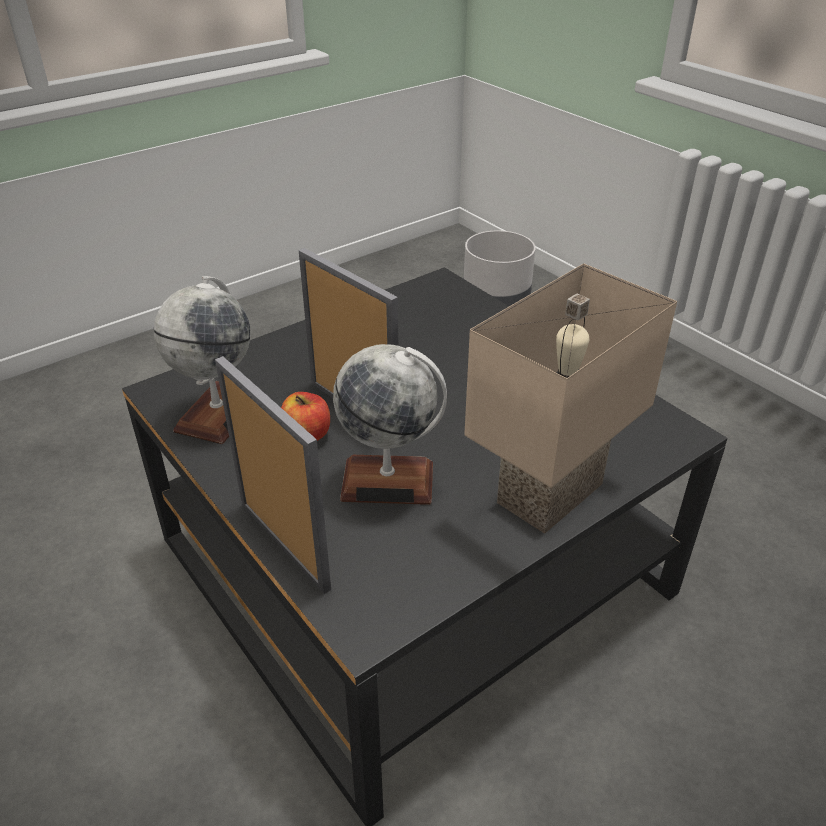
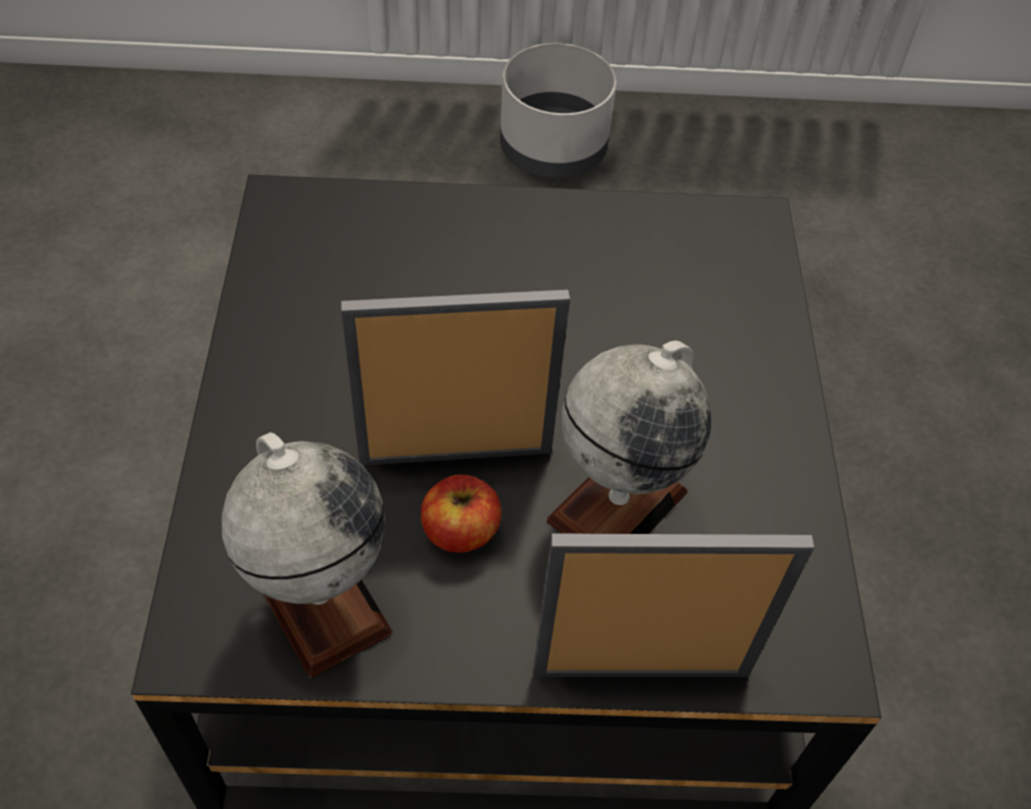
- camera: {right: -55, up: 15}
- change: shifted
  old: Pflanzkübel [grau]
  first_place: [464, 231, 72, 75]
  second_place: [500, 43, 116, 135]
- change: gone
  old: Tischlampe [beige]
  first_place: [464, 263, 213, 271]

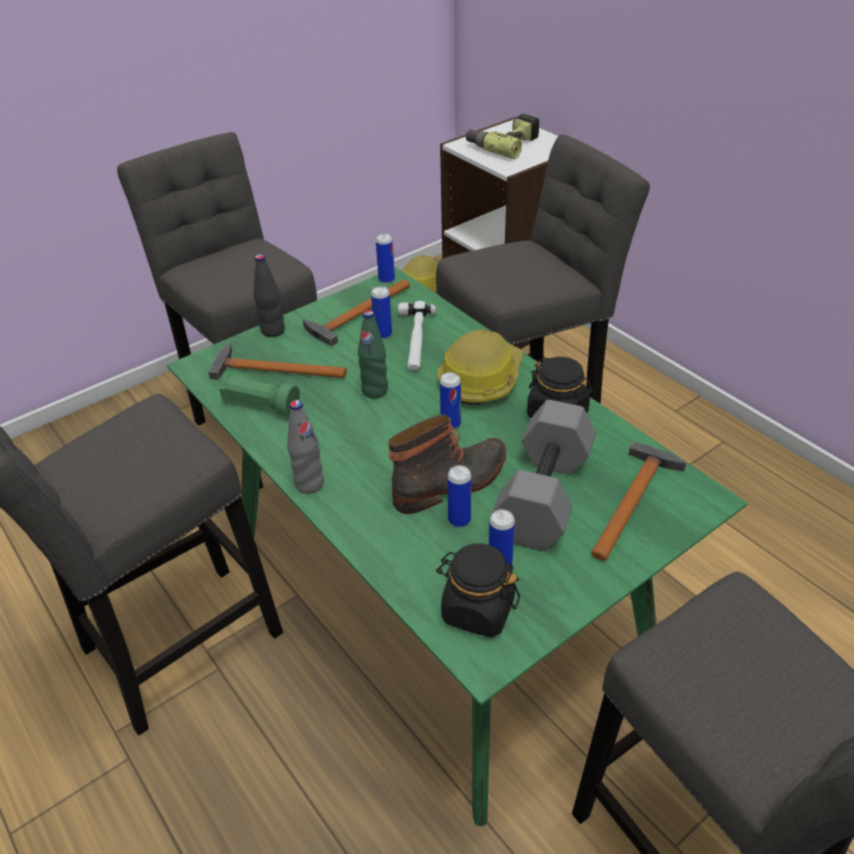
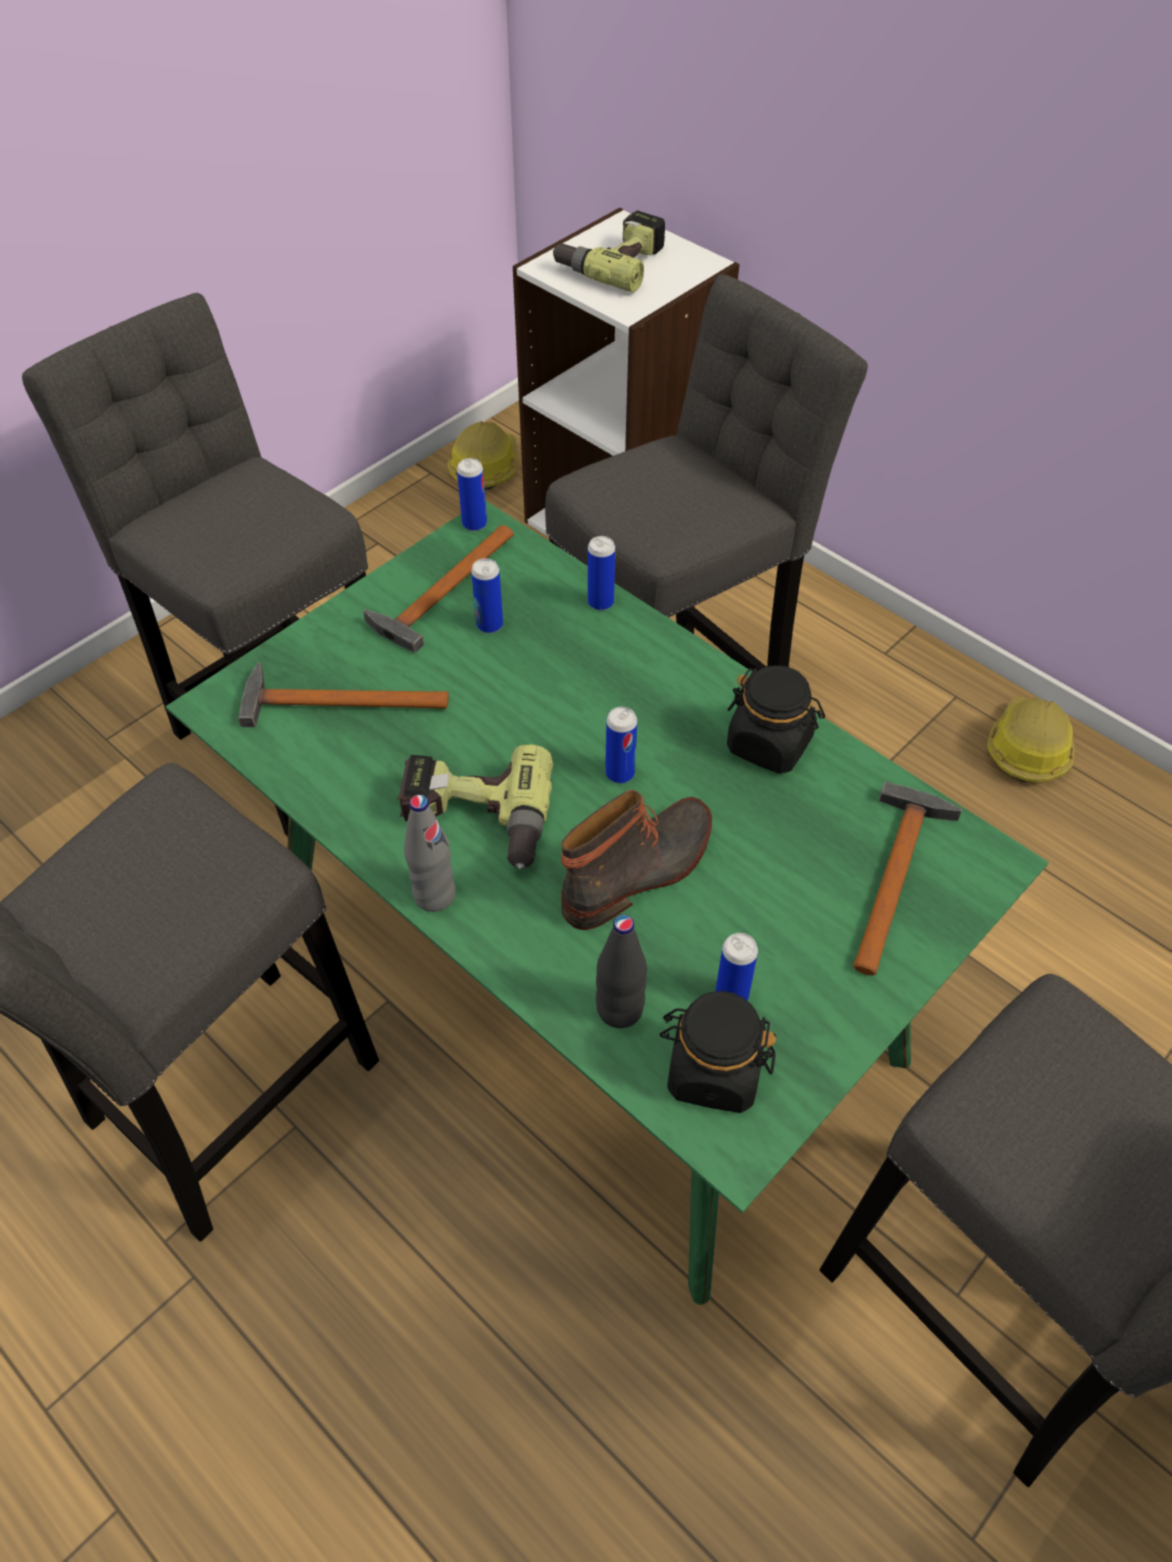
- camera: {right: -10, up: 10}
- change: gone
  old: Taschenlampe [grün]
  first_place: [219, 375, 81, 42]
- change: shifted
  old: Flasche [schwarz]
  first_place: [254, 254, 31, 83]
  second_place: [596, 915, 51, 113]
- change: gone
  old: Flasche [grün]
  first_place: [358, 310, 30, 89]
- change: gone
  old: Hammer
  first_place: [398, 301, 38, 70]
- change: shifted
  old: Schutzhelm
  first_place: [438, 329, 85, 76]
  second_place: [987, 697, 88, 85]
- change: shifted
  old: Dose
  first_place: [447, 465, 24, 62]
  second_place: [588, 536, 27, 75]
- change: gone
  old: Hantel [grau]
  first_place: [491, 400, 105, 151]
- change: new
  new: Bohrmaschine
  second_place: [397, 744, 156, 125]

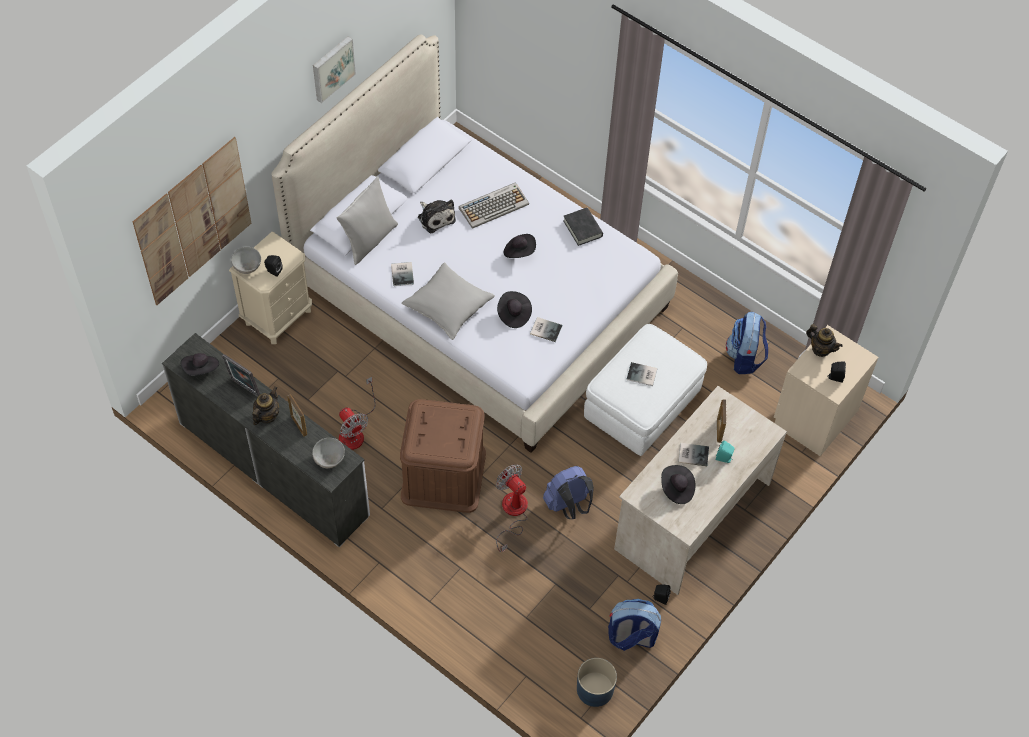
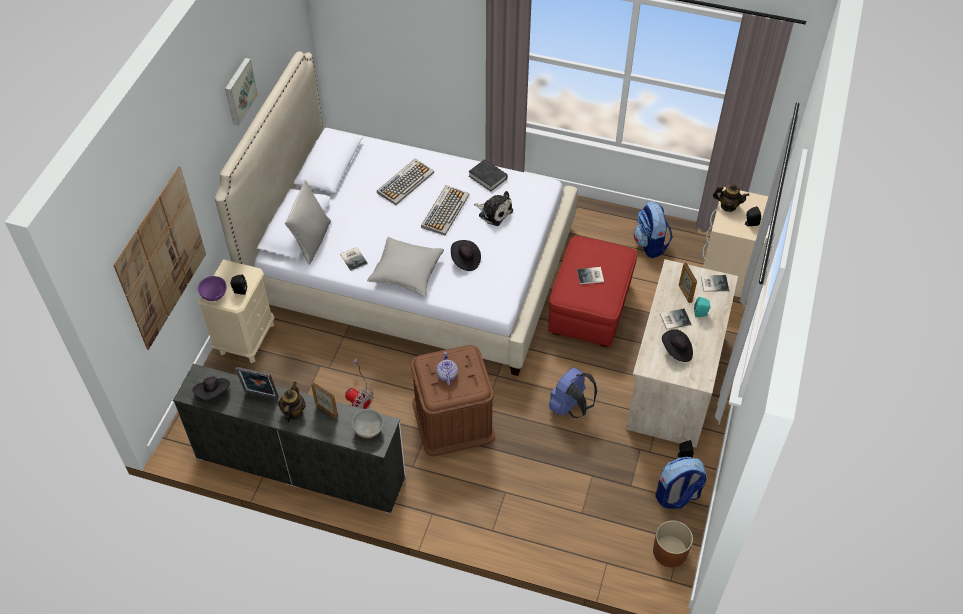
- camera: {right: -20, up: -5}
- change: repainted
  old: Schüssel [grau]
  new: Schüssel [lila]
  first_place: [231, 247, 30, 27]
  second_place: [198, 276, 29, 25]
- change: shifted
  old: Plüschtier
  first_place: [418, 200, 38, 33]
  second_place: [474, 191, 39, 35]
- change: gone
  old: Ventilator
  first_place: [496, 464, 32, 88]
- change: swapped
  old: Hut [schwarz]
  new: Tastatur
  first_place: [504, 234, 32, 24]
  second_place: [421, 185, 48, 50]
- change: shifted
  old: Buch
  first_place: [530, 317, 33, 25]
  second_place: [701, 275, 28, 17]
- change: repainted
  old: Pflanzkübel [blau]
  new: Pflanzkübel [braun]
  first_place: [577, 658, 40, 49]
  second_place: [653, 520, 40, 47]
- change: repainted
  old: Polsterhocker [weiß]
  new: Polsterhocker [rot]
  first_place: [584, 324, 123, 132]
  second_place: [548, 236, 89, 111]
- change: new
  new: Teekanne
  second_place: [436, 352, 22, 33]

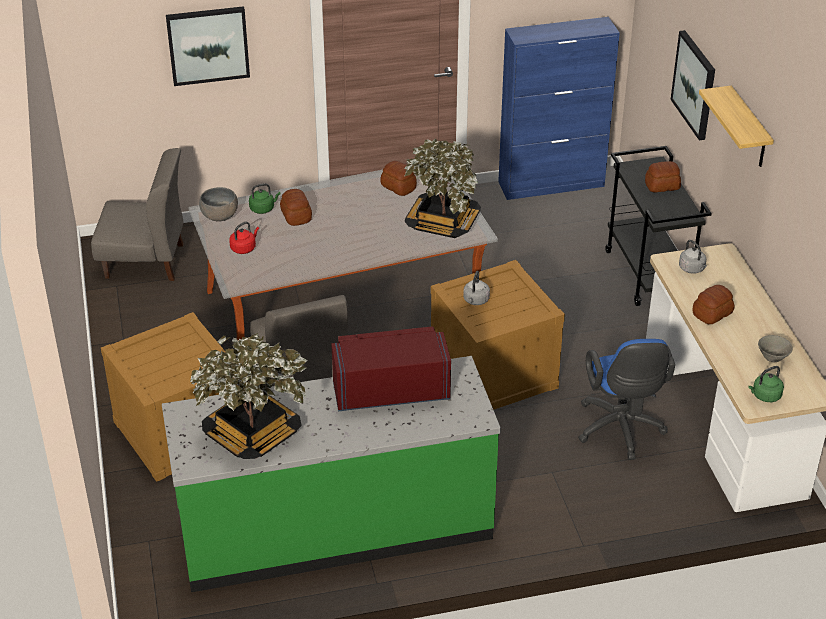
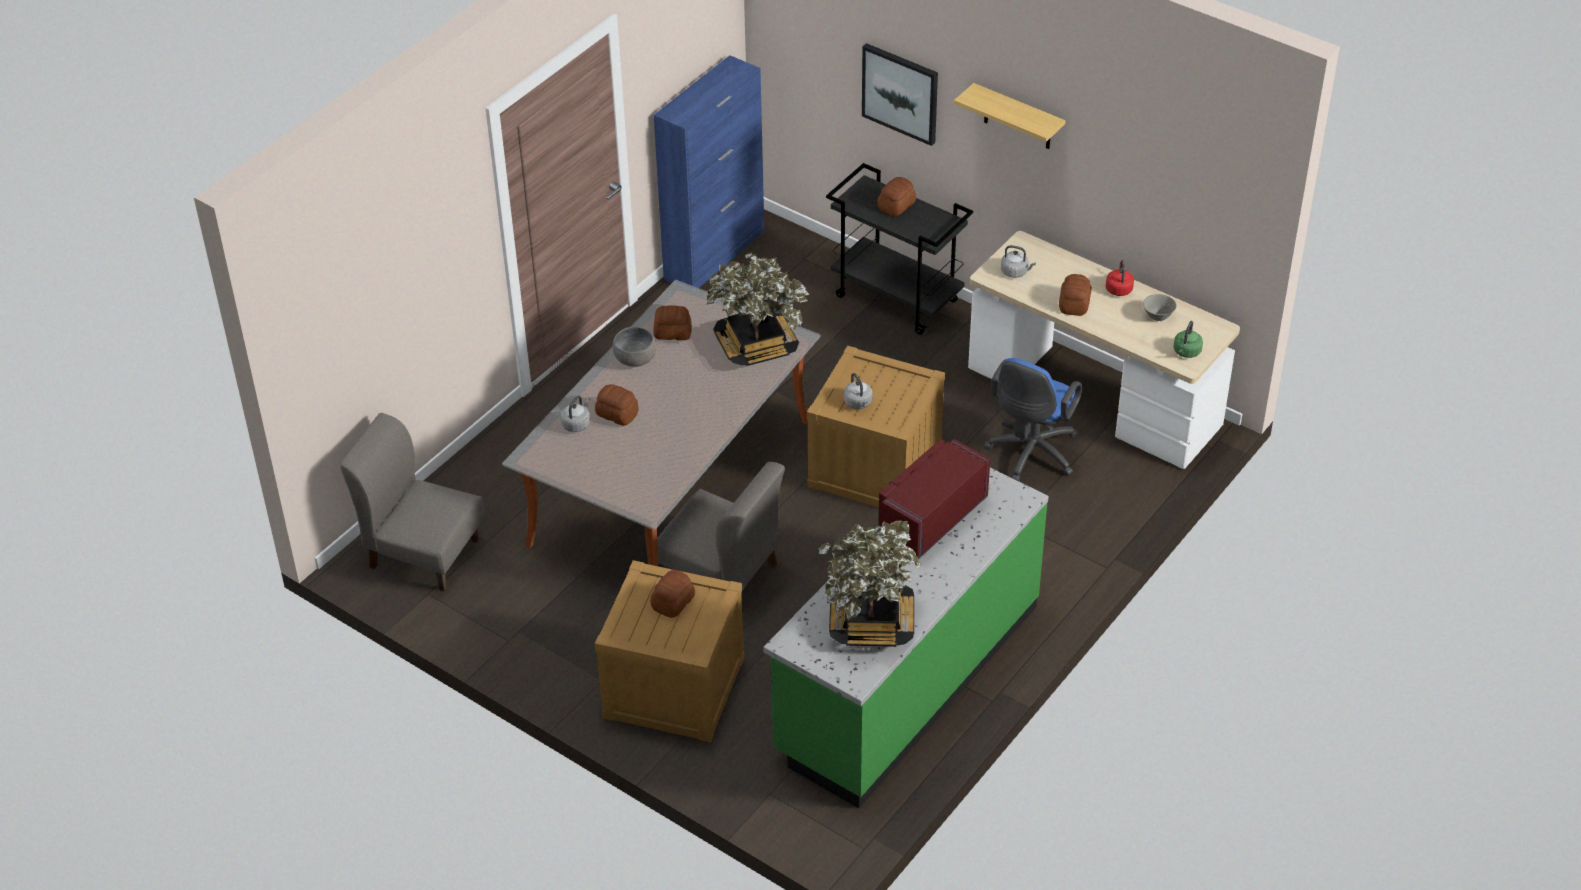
- camera: {right: -40, up: 5}
- change: rotated
  old: Stuhl [grau]
  first_place: [91, 148, 93, 133]
  second_place: [340, 413, 145, 178]
  degrees: -120
- change: gone
  old: Bild
  first_place: [166, 6, 84, 80]
- change: shifted
  old: Schüssel [grau]
  first_place: [199, 187, 39, 34]
  second_place: [612, 327, 44, 40]
- change: shifted
  old: Wasserkessel [rot]
  first_place: [229, 222, 30, 32]
  second_place: [1106, 260, 28, 36]
- change: repainted
  old: Wasserkessel [grün]
  new: Wasserkessel [grau]
  first_place: [249, 183, 32, 31]
  second_place: [561, 396, 29, 36]
- change: rotated
  old: Bürostuhl [blau]
  first_place: [578, 339, 97, 121]
  second_place: [984, 358, 98, 123]
  degrees: 75
- change: new
  new: Brot
  second_place: [650, 570, 45, 48]

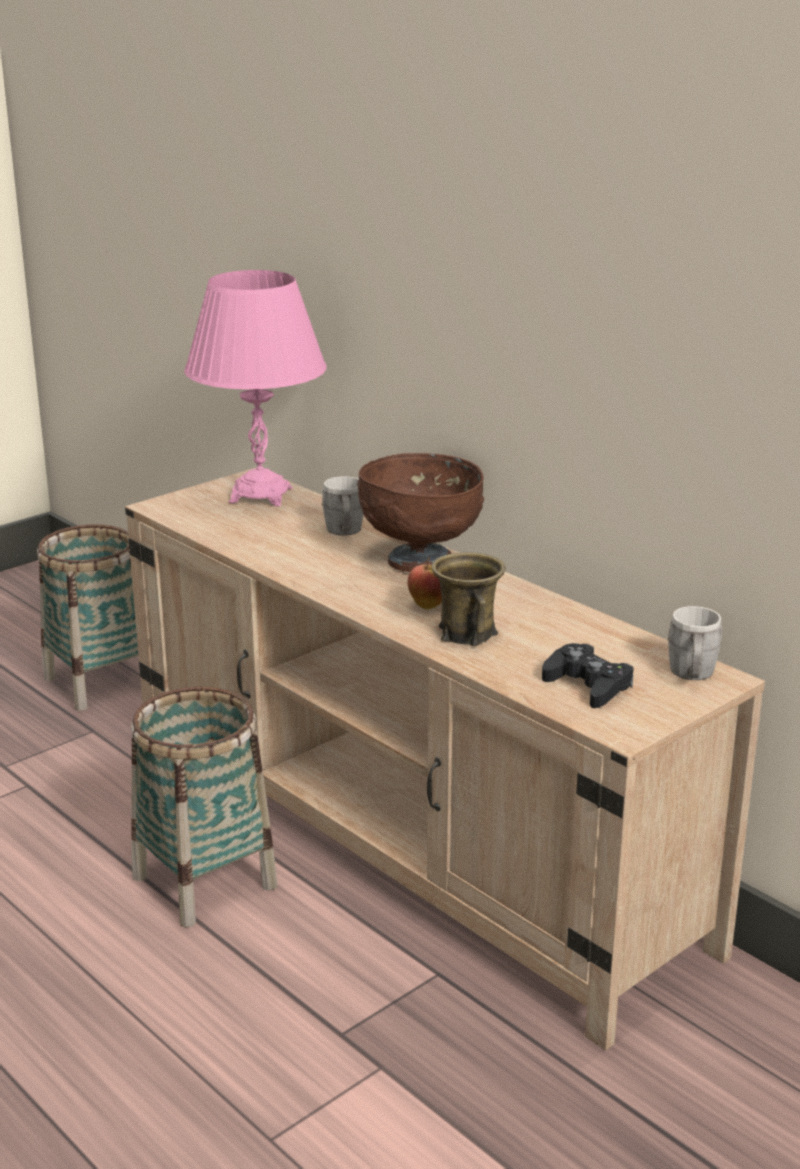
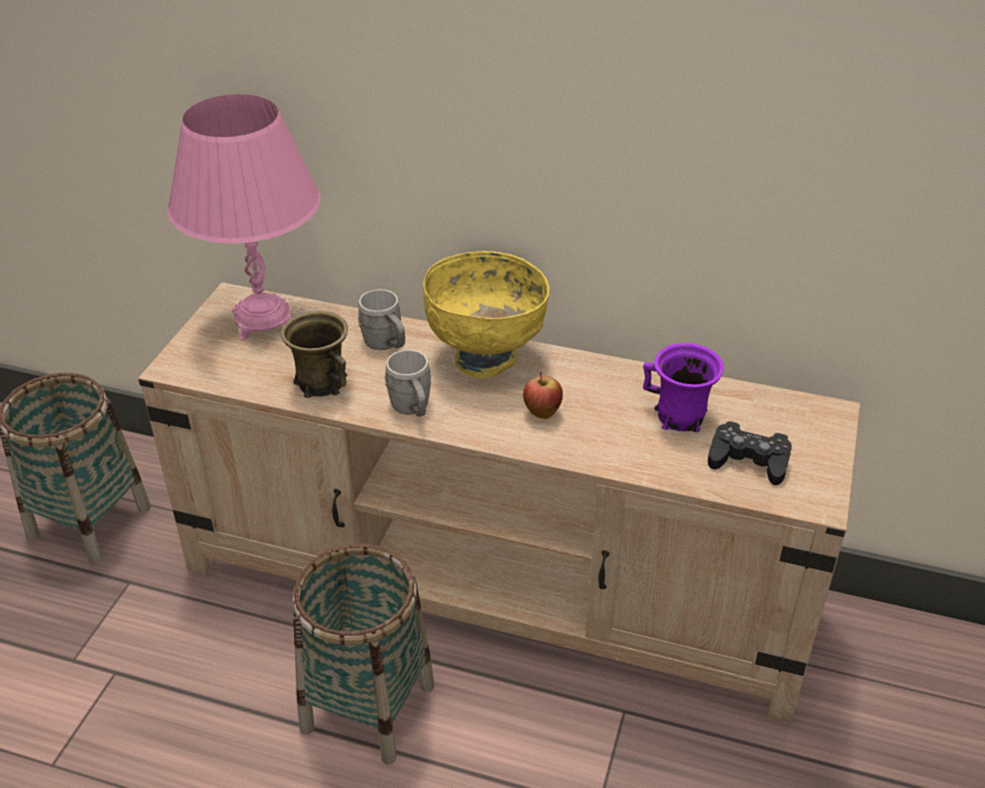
- camera: {right: -30, up: 15}
- change: repainted
  old: Schüssel [braun]
  new: Schüssel [gelb]
  first_place: [358, 453, 126, 119]
  second_place: [423, 251, 127, 127]
- change: shifted
  old: Henkelbecher [braun]
  first_place: [431, 552, 75, 94]
  second_place: [281, 311, 67, 87]
- change: shifted
  old: Henkelbecher [grau]
  first_place: [667, 606, 55, 74]
  second_place: [384, 350, 47, 67]
- change: new
  new: Henkelbecher [lila]
  second_place: [643, 343, 81, 89]

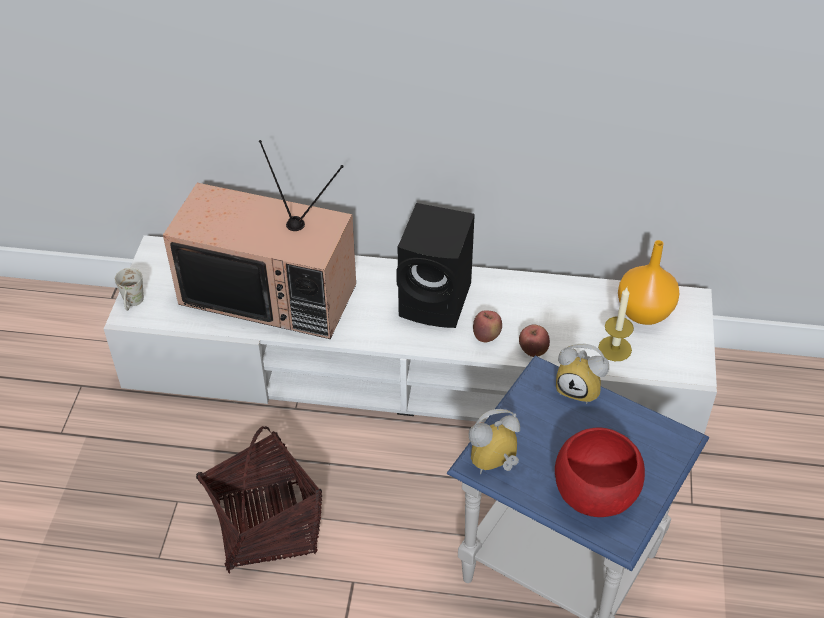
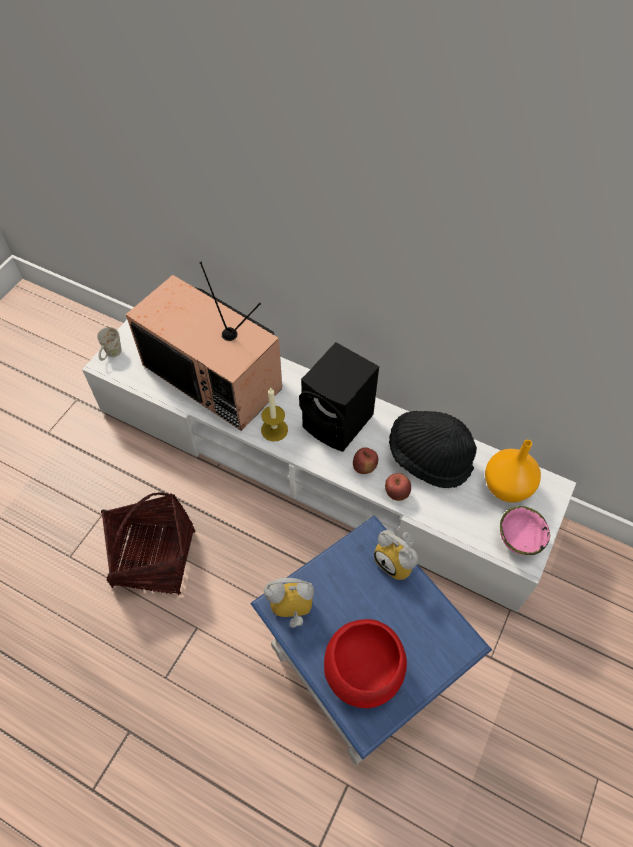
- camera: {right: 20, up: 10}
- change: shifted
  old: Kerze
  first_place: [598, 288, 36, 73]
  second_place: [261, 387, 27, 54]
- change: new
  new: Hut [schwarz]
  second_place: [389, 411, 88, 77]
- change: new
  new: Schüssel [rosa]
  second_place: [500, 506, 50, 49]

